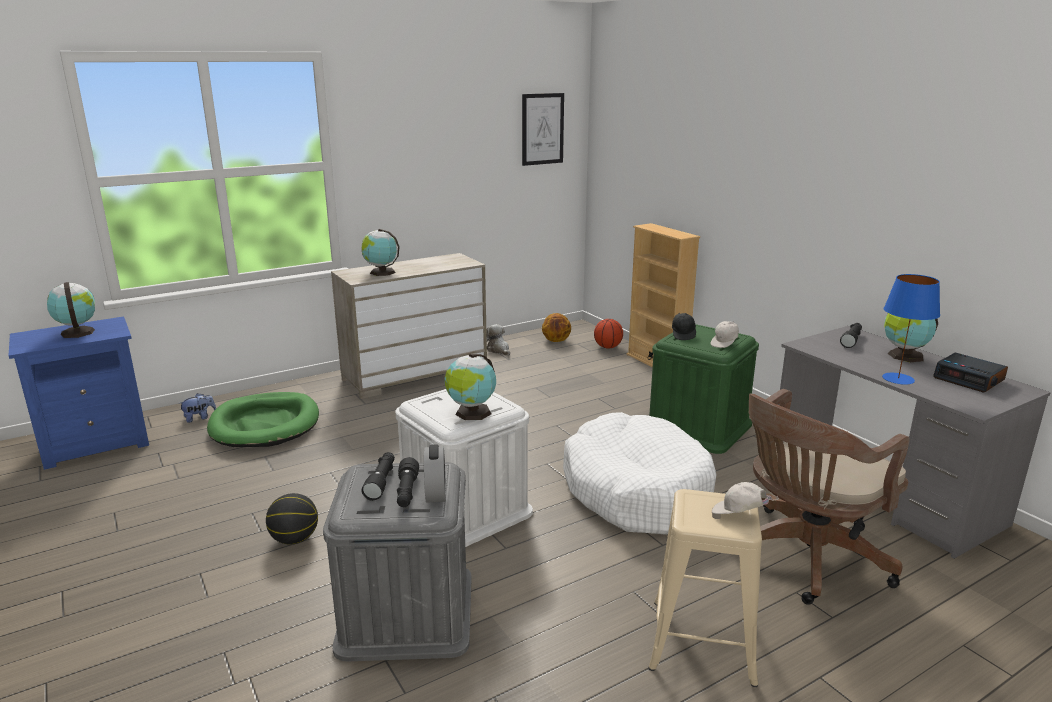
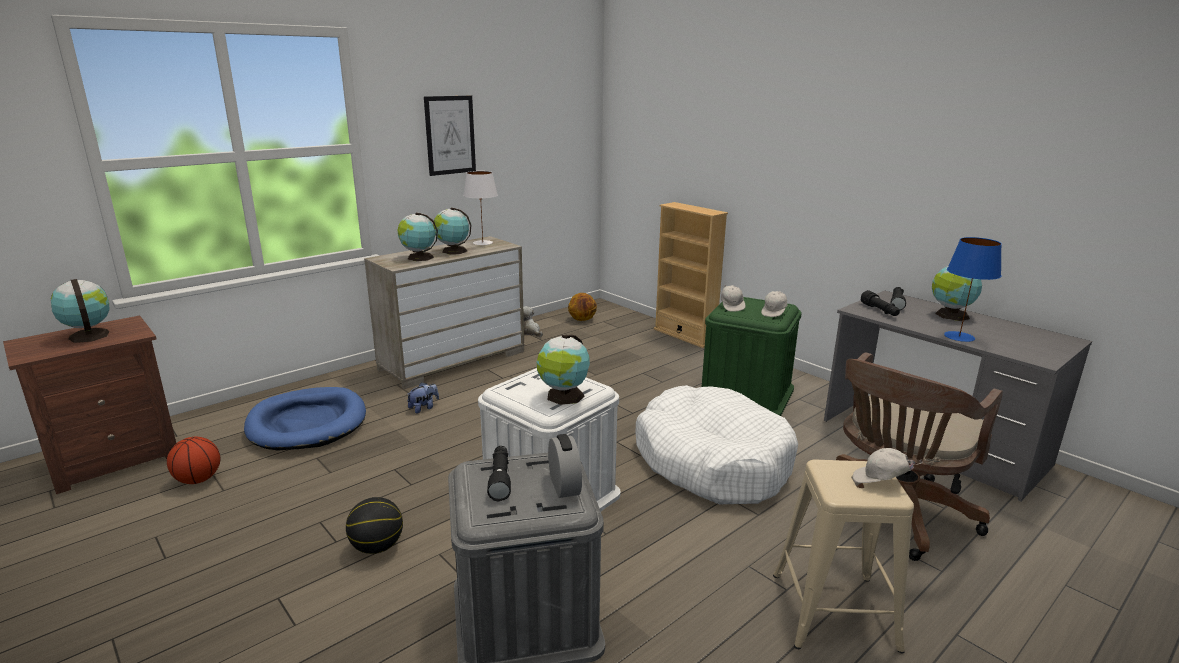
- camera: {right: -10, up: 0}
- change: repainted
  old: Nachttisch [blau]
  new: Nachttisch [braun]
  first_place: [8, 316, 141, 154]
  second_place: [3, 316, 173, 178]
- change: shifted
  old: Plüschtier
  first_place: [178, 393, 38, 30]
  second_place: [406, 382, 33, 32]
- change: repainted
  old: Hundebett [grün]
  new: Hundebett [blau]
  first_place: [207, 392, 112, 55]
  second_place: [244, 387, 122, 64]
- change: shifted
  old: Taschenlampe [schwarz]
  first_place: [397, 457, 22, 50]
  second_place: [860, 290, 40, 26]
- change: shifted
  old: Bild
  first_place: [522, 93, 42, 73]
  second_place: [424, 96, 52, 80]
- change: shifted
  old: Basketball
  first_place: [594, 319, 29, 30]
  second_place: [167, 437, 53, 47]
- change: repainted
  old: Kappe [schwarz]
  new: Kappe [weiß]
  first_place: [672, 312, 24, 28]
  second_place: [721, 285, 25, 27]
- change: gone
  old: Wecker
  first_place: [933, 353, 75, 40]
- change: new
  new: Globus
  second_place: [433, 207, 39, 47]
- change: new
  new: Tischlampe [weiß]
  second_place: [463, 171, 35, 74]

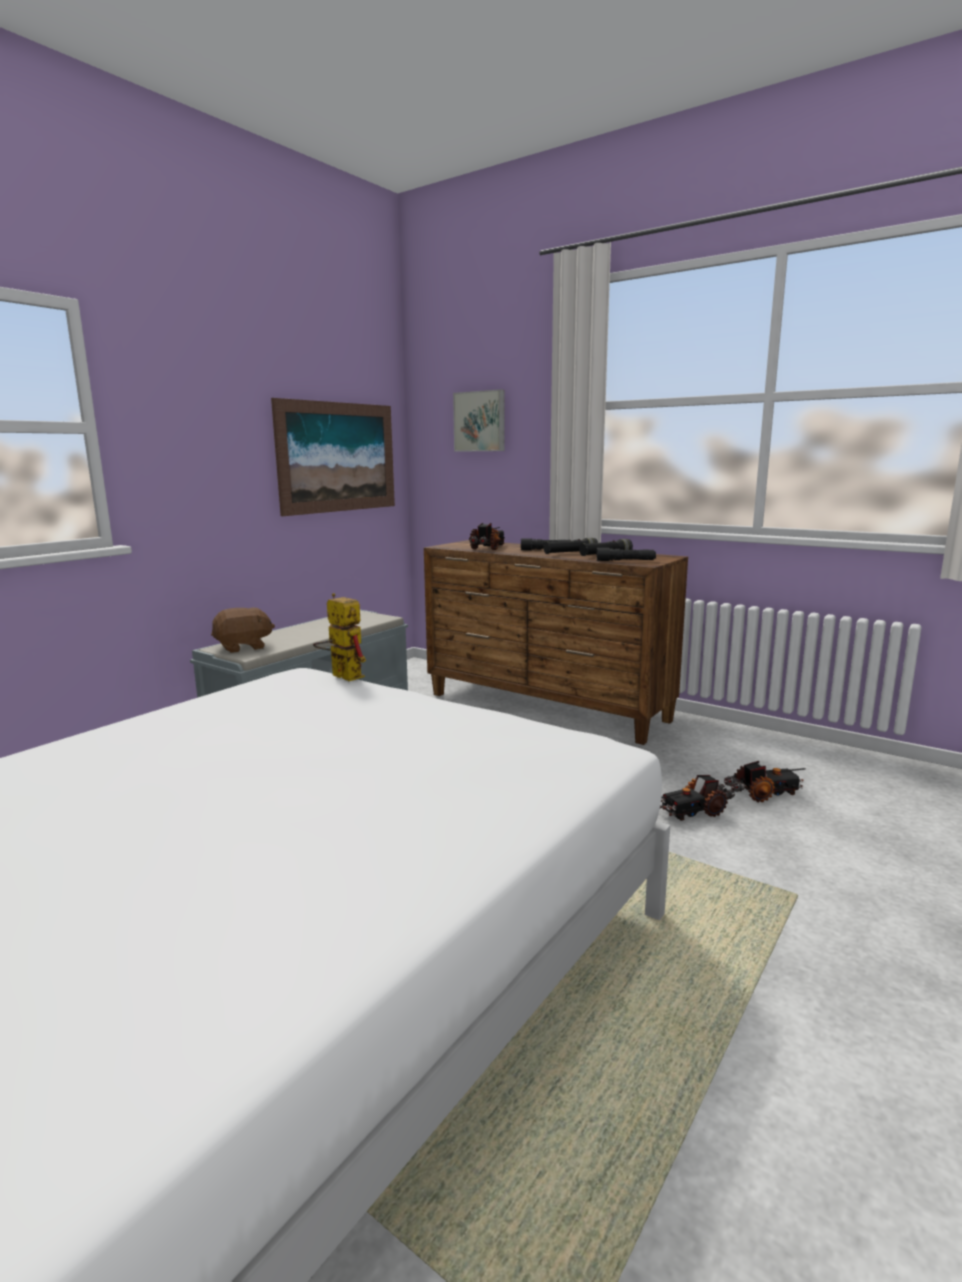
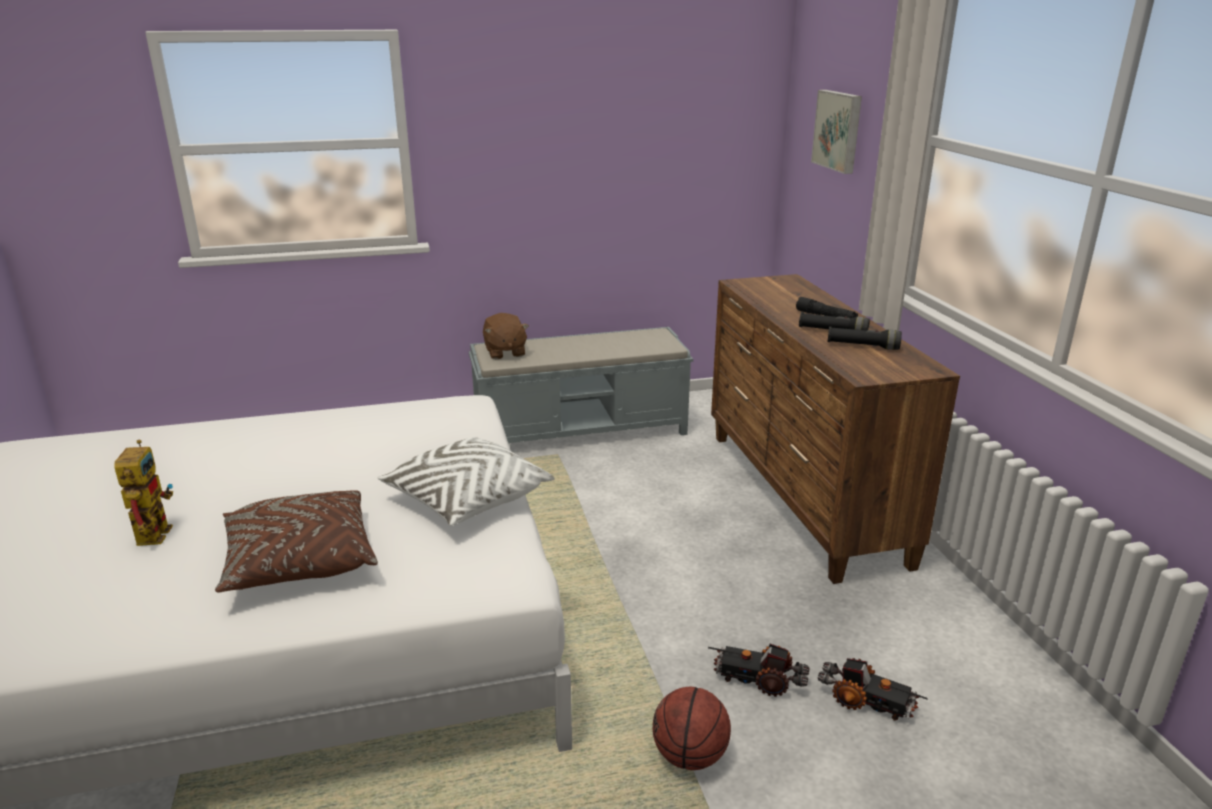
- camera: {right: 40, up: 10}
- change: rotated
  old: Plüschtier [braun]
  first_place: [211, 607, 64, 46]
  second_place: [483, 313, 46, 46]
  degrees: 60
- change: gone
  old: Bild
  first_place: [271, 398, 124, 118]
- change: shifted
  old: Spielzeugroboter
  first_place: [313, 593, 53, 88]
  second_place: [114, 439, 59, 107]
- change: gone
  old: Spielzeuglaster
  first_place: [469, 523, 37, 27]
- change: gone
  old: Taschenlampe [schwarz]
  first_place: [597, 548, 59, 13]
- change: new
  new: Kissen [braun]
  second_place: [215, 490, 163, 102]
- change: new
  new: Kissen [weiß]
  second_place: [377, 437, 178, 89]
- change: new
  new: Basketball
  second_place: [653, 687, 78, 83]

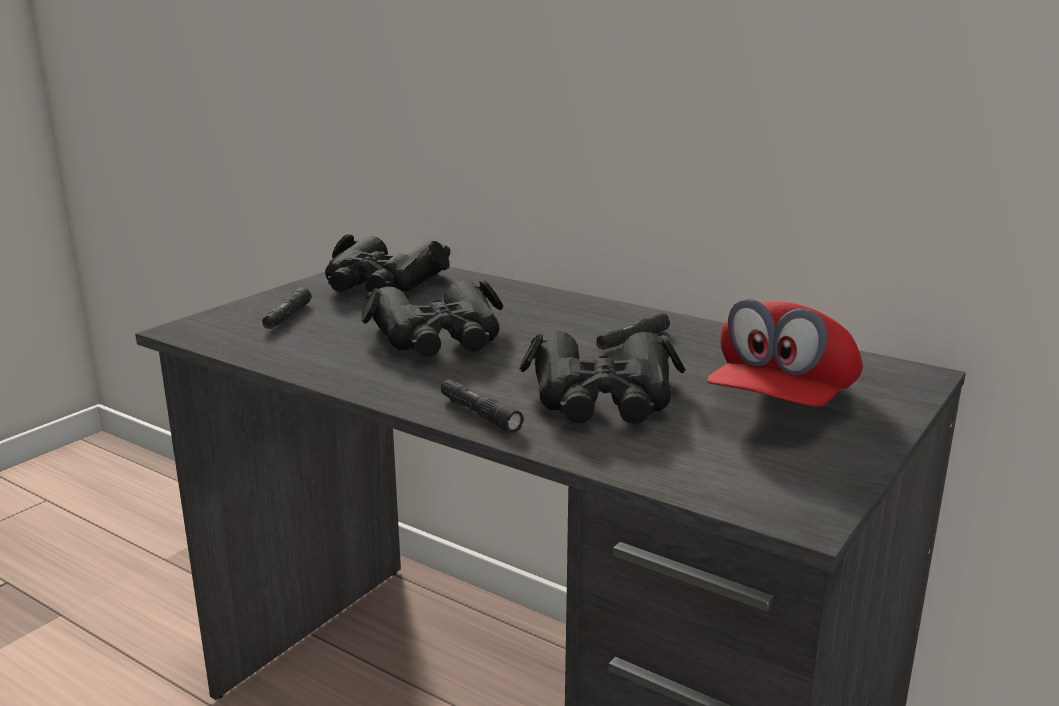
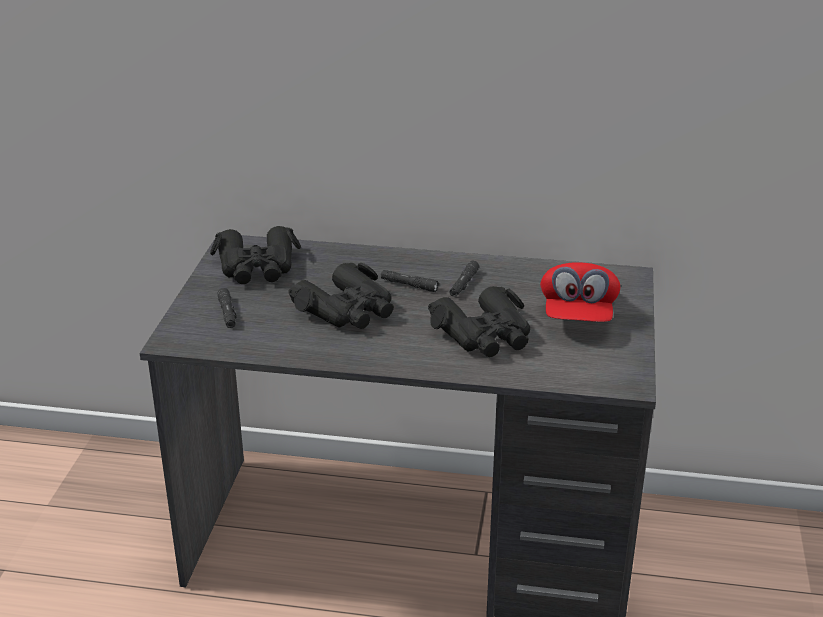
- camera: {right: -25, up: 10}
- change: shifted
  old: Taschenlampe [schwarz]
  first_place: [441, 380, 83, 53]
  second_place: [381, 270, 58, 22]

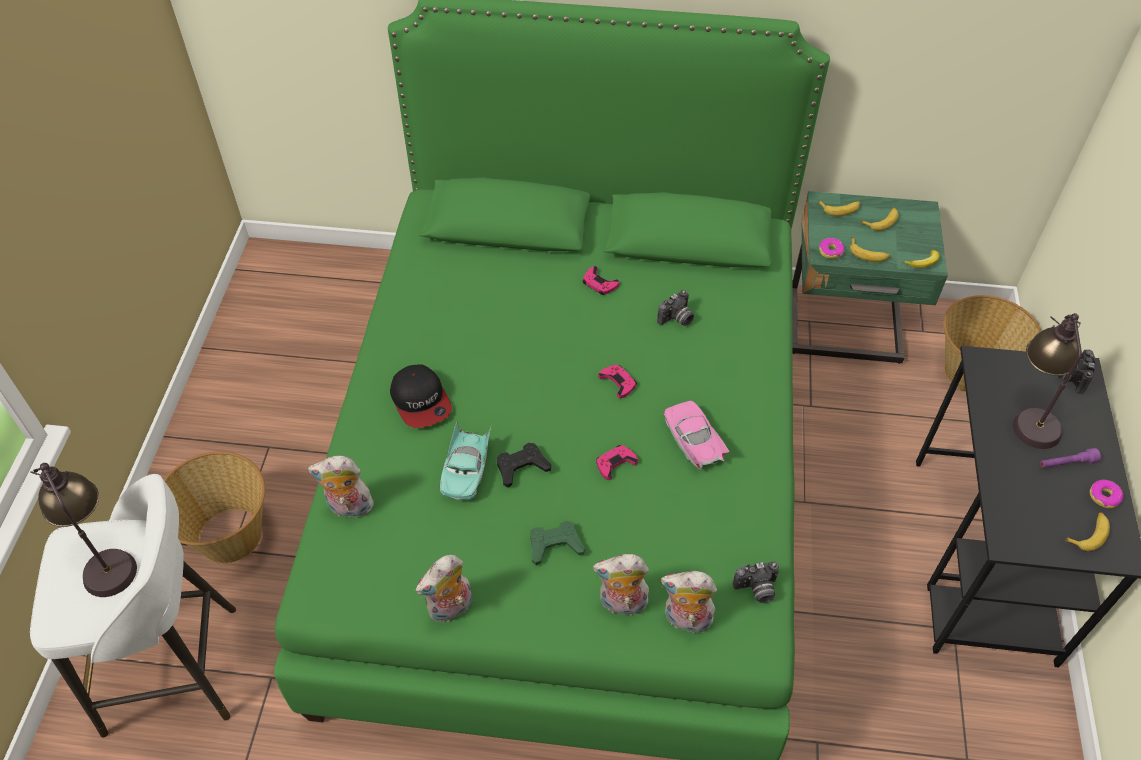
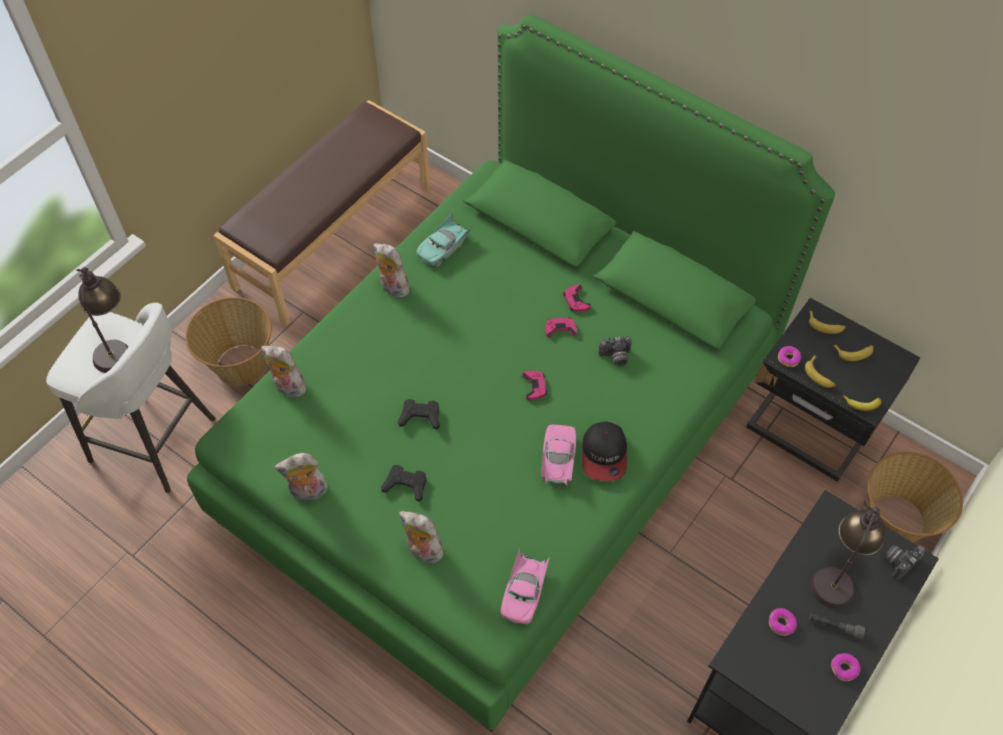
- camera: {right: 30, up: 5}
- change: shifted
  old: Kappe
  first_place: [390, 364, 62, 64]
  second_place: [582, 422, 45, 59]
- change: shifted
  old: Spielzeugauto [türkis]
  first_place: [440, 422, 51, 78]
  second_place: [416, 212, 56, 55]
- change: repainted
  old: Gamepad [grün]
  new: Gamepad [schwarz]
  first_place: [530, 521, 55, 44]
  second_place: [381, 465, 45, 37]
- change: shifted
  old: Gamepad [rosa]
  first_place: [596, 445, 42, 35]
  second_place: [545, 317, 32, 21]
- change: shifted
  old: Plüschtier
  first_place: [661, 571, 56, 62]
  second_place: [373, 243, 36, 55]
- change: swapped
  old: Kamera
  new: Spielzeugauto [rosa]
  first_place: [733, 561, 46, 42]
  second_place: [500, 548, 50, 76]
- change: repainted
  old: Nachttisch [grün]
  new: Nachttisch [schwarz]
  first_place: [792, 191, 156, 173]
  second_place: [746, 298, 174, 184]
- change: repainted
  old: Taschenlampe [lila]
  new: Taschenlampe [grau]
  first_place: [1040, 448, 61, 20]
  second_place: [809, 614, 56, 26]
- change: gone
  old: Banane
  first_place: [1065, 513, 45, 38]
- change: new
  new: Bank [braun]
  second_place: [213, 100, 217, 225]
- change: new
  new: Donut
  second_place: [768, 608, 29, 28]

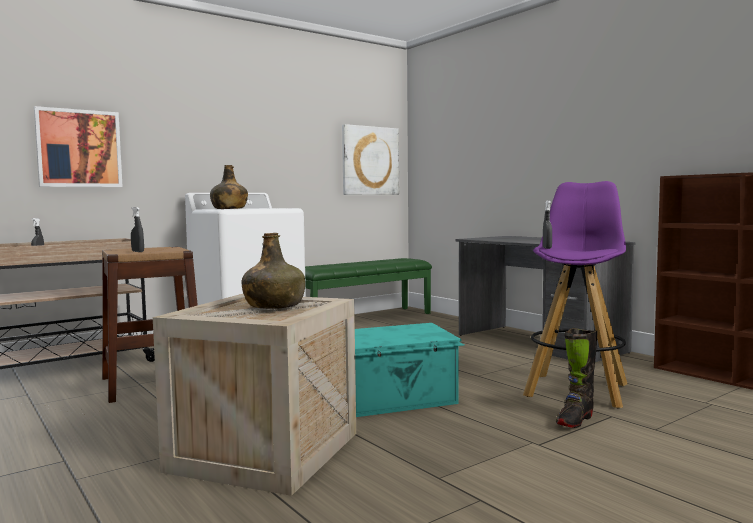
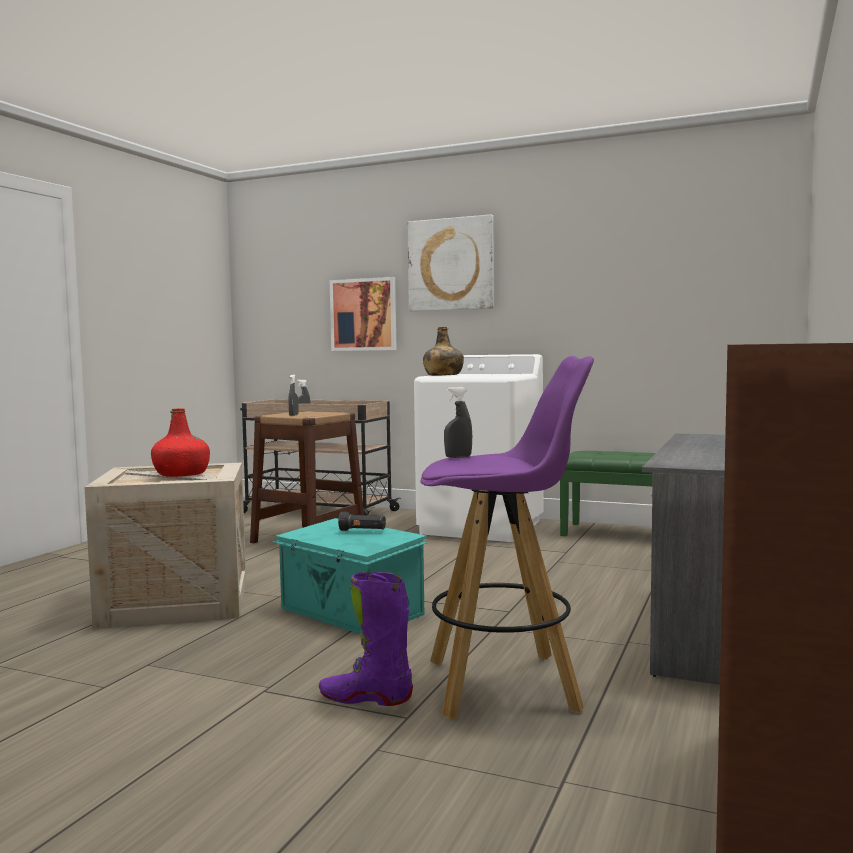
- camera: {right: 60, up: 0}
- change: repainted
  old: Flasche [grün]
  new: Flasche [rot]
  first_place: [241, 233, 64, 76]
  second_place: [151, 408, 59, 69]
- change: shifted
  old: Bild
  first_place: [342, 124, 57, 71]
  second_place: [407, 215, 87, 96]
- change: repainted
  old: Stiefel [schwarz]
  new: Stiefel [lila]
  first_place: [556, 328, 42, 100]
  second_place: [319, 572, 94, 134]
- change: new
  new: Taschenlampe [schwarz]
  second_place: [338, 512, 48, 19]

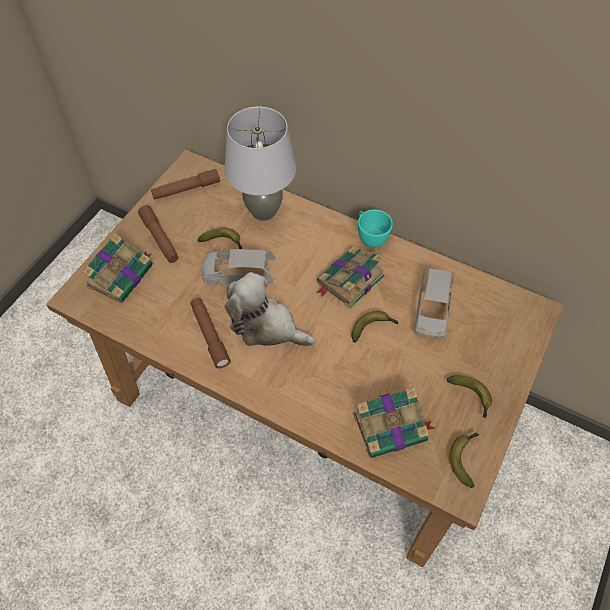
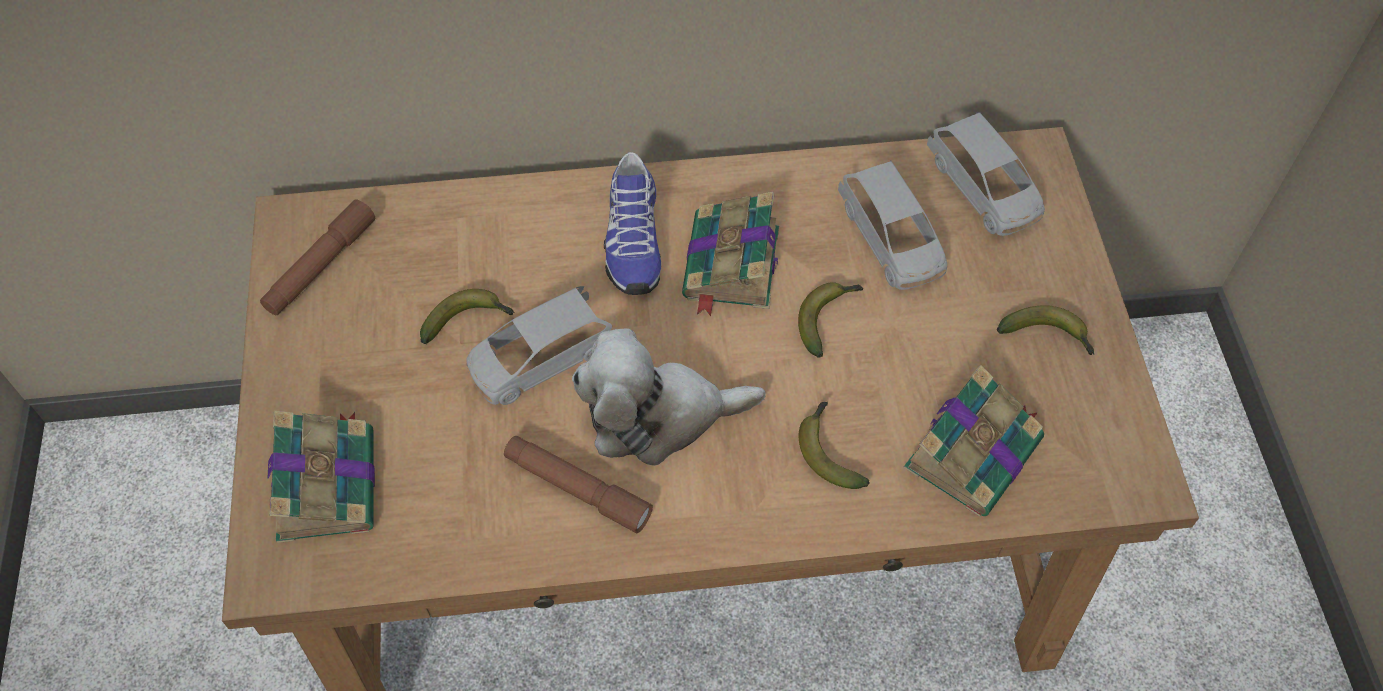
- camera: {right: -35, up: 0}
- change: gone
  old: Taschenlampe [braun]
  first_place: [138, 205, 40, 58]
- change: gone
  old: Tischlampe [grau]
  first_place: [224, 107, 72, 114]
- change: gone
  old: Tasse [türkis]
  first_place: [358, 210, 35, 38]
- change: shifted
  old: Banane
  first_place: [449, 433, 30, 55]
  second_place: [799, 402, 71, 87]
- change: new
  new: Schuh
  second_place: [604, 152, 57, 143]
- change: new
  new: Spielzeugauto [grau]
  second_place: [927, 112, 118, 124]

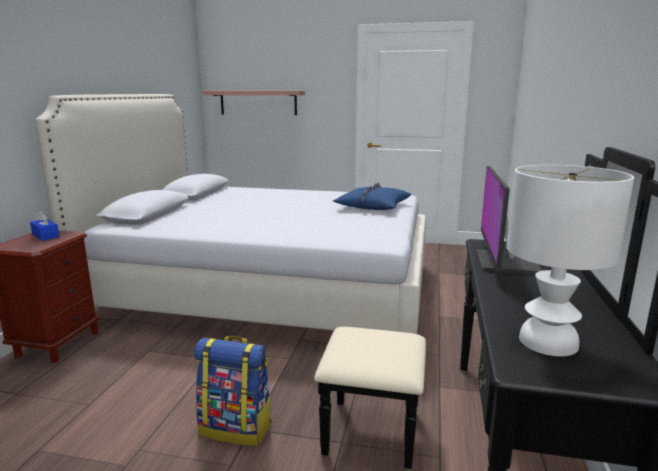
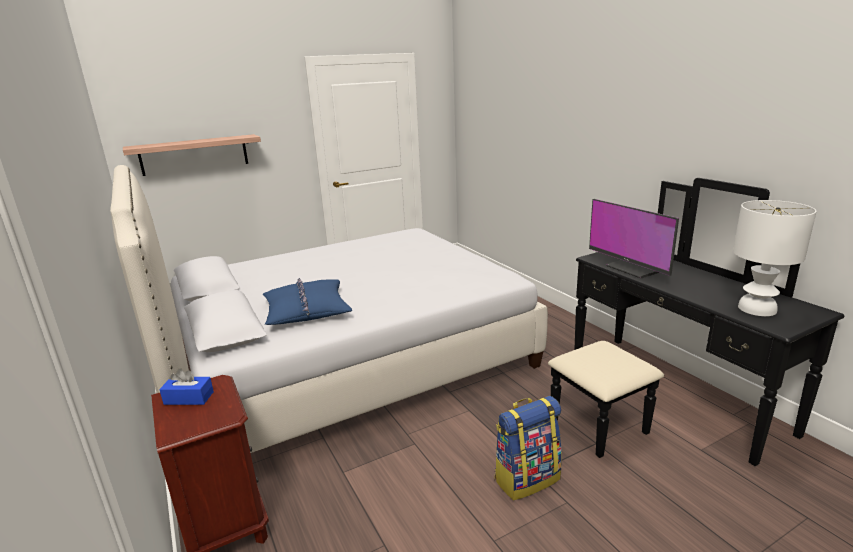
- camera: {right: -40, up: 5}
- change: shifted
  old: Kissen [blau]
  first_place: [333, 182, 78, 28]
  second_place: [263, 278, 90, 47]

